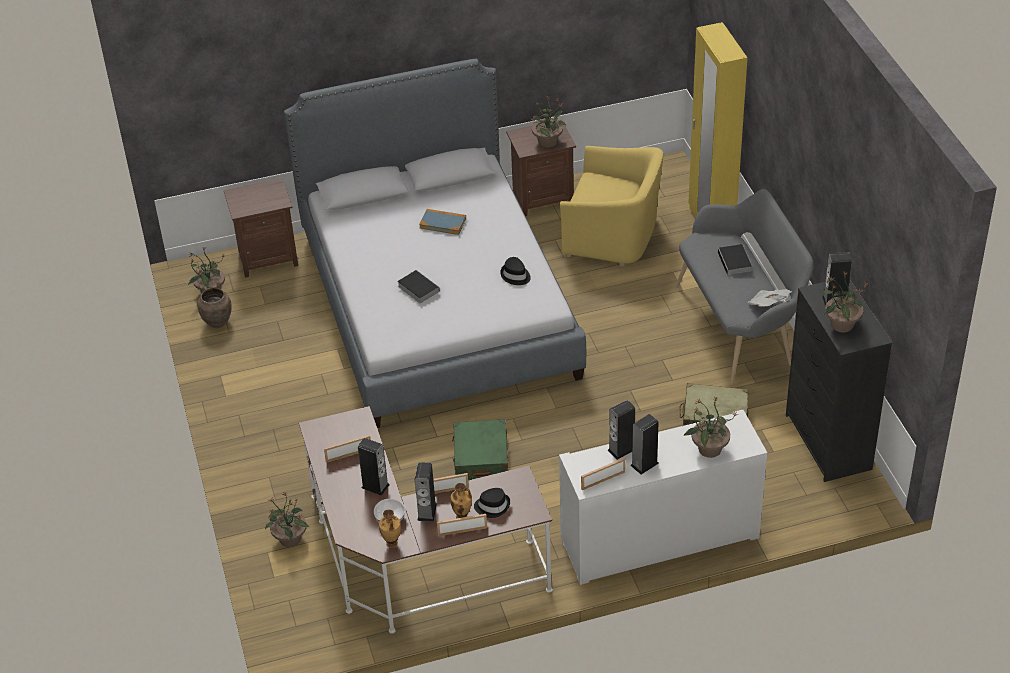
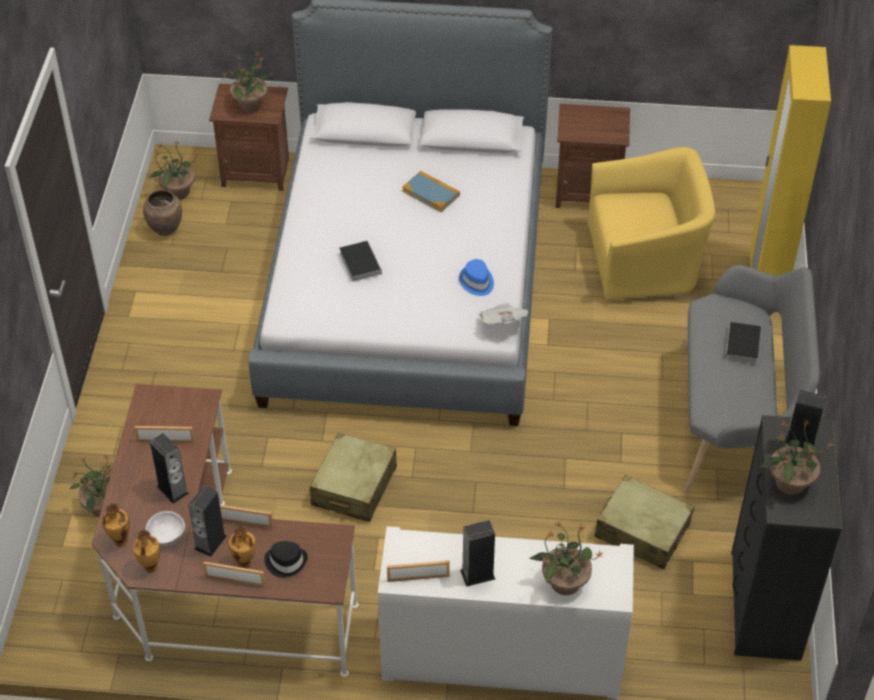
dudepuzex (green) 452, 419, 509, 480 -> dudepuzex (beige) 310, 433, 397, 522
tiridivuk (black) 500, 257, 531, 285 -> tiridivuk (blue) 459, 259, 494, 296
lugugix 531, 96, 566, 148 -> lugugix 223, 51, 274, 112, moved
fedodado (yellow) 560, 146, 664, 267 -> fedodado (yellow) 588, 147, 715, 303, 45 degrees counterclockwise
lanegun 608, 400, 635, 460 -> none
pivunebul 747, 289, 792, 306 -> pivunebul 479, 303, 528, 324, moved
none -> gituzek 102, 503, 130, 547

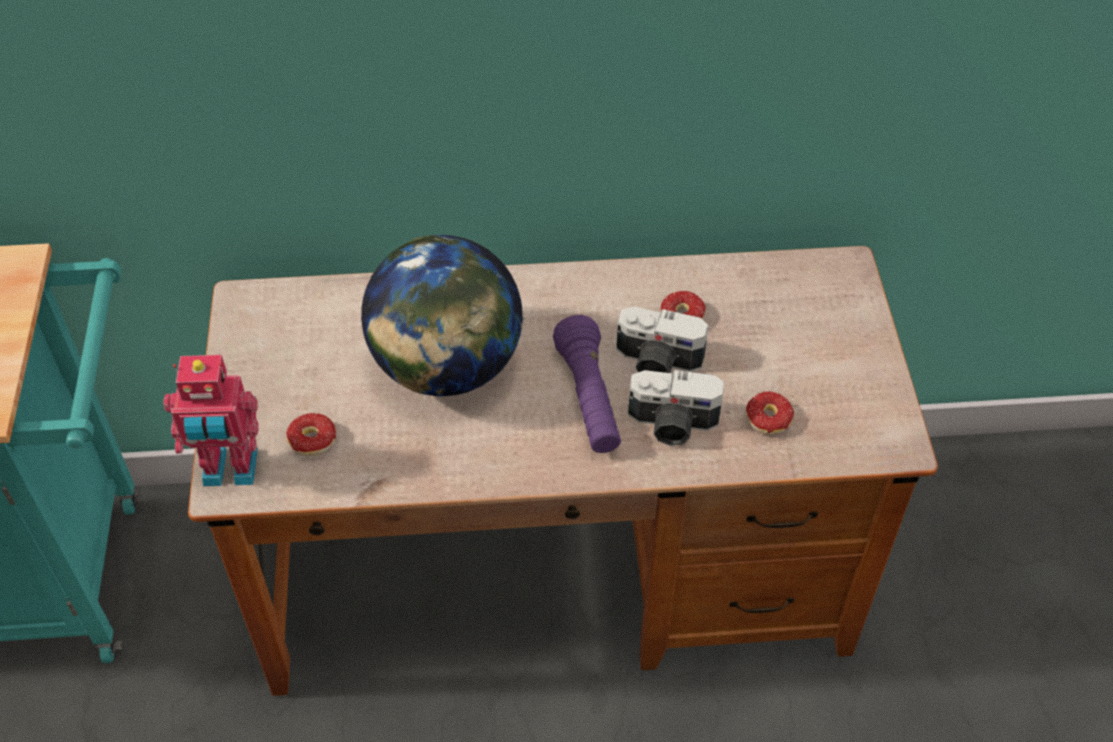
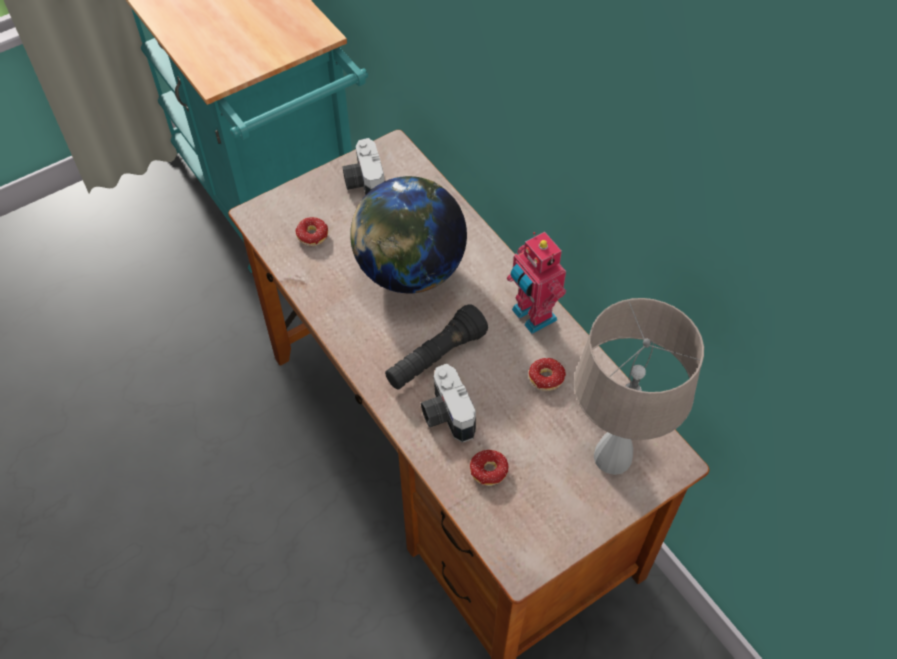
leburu 164, 355, 259, 486 -> leburu 507, 232, 566, 334, moved
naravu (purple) 553, 315, 621, 453 -> naravu (black) 385, 304, 488, 390
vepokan 617, 307, 708, 373 -> vepokan 342, 138, 385, 195, moved
none -> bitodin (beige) 574, 298, 704, 475

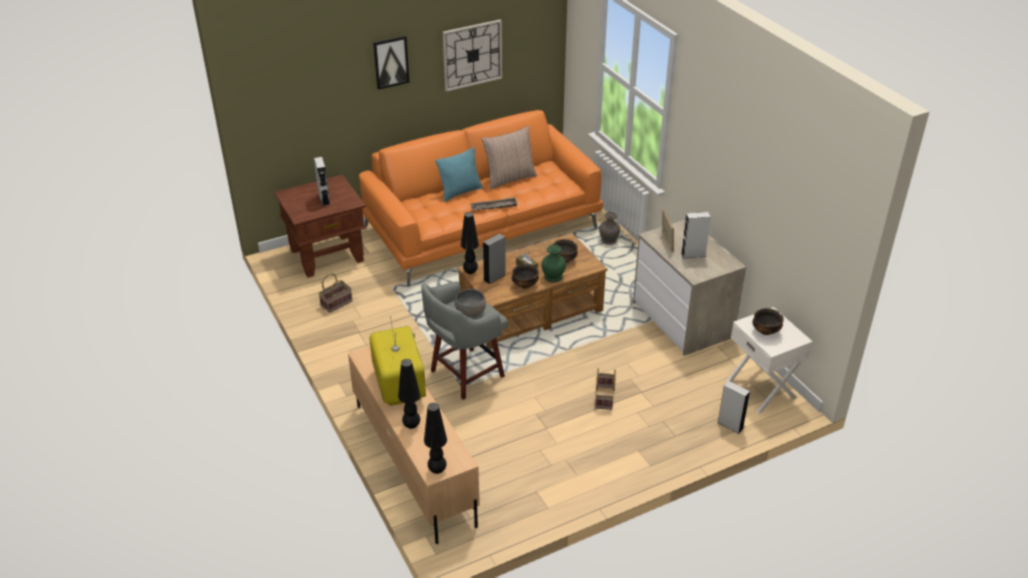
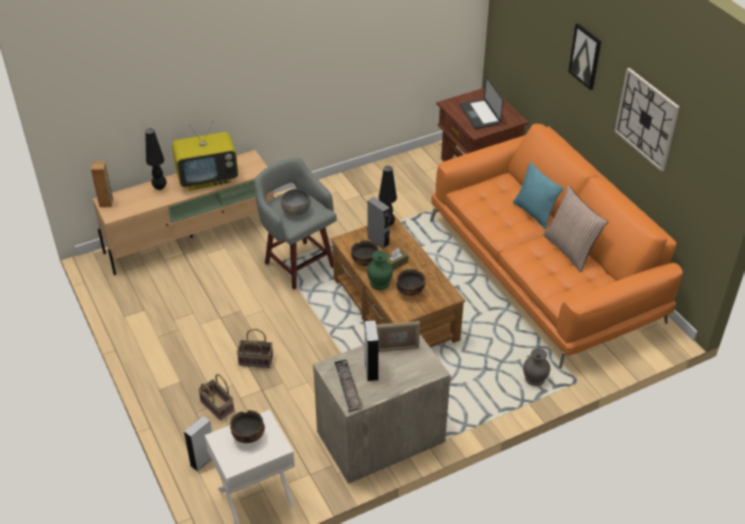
lanegun (grey) 314, 157, 330, 206 -> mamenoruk 459, 77, 503, 129
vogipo 318, 273, 353, 313 -> vogipo 198, 374, 234, 420, moved
bitodin (black) 424, 403, 447, 474 -> lanegun (brown) 91, 161, 113, 207
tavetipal 470, 197, 518, 211 -> tavetipal 332, 359, 363, 412, moved

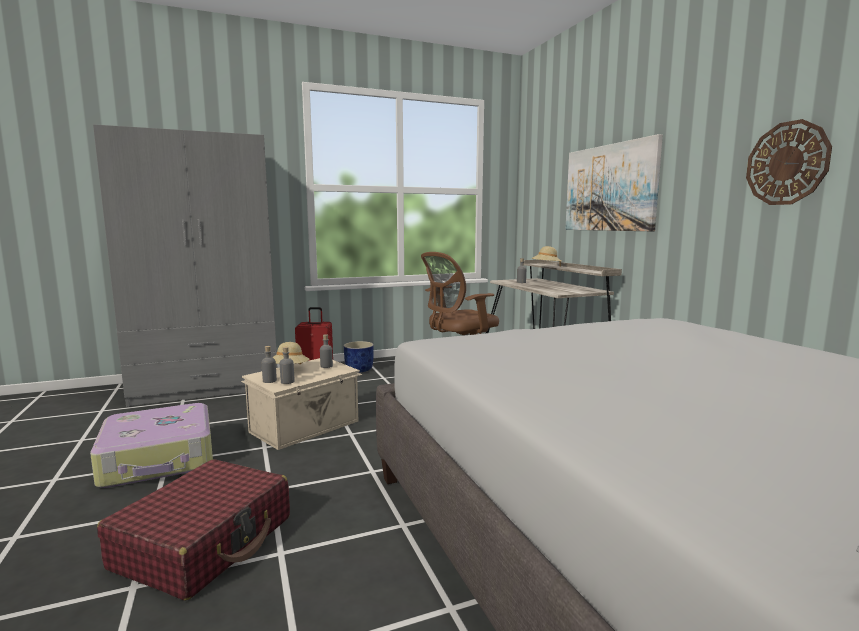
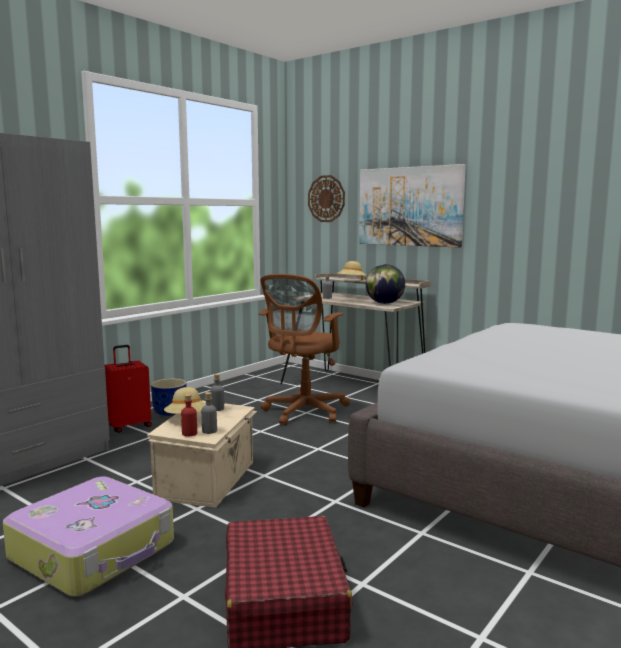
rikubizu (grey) 262, 346, 277, 383 -> rikubizu (red) 181, 394, 197, 437
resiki 746, 119, 832, 205 -> resiki 308, 175, 345, 222, moved
none -> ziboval 366, 264, 405, 304

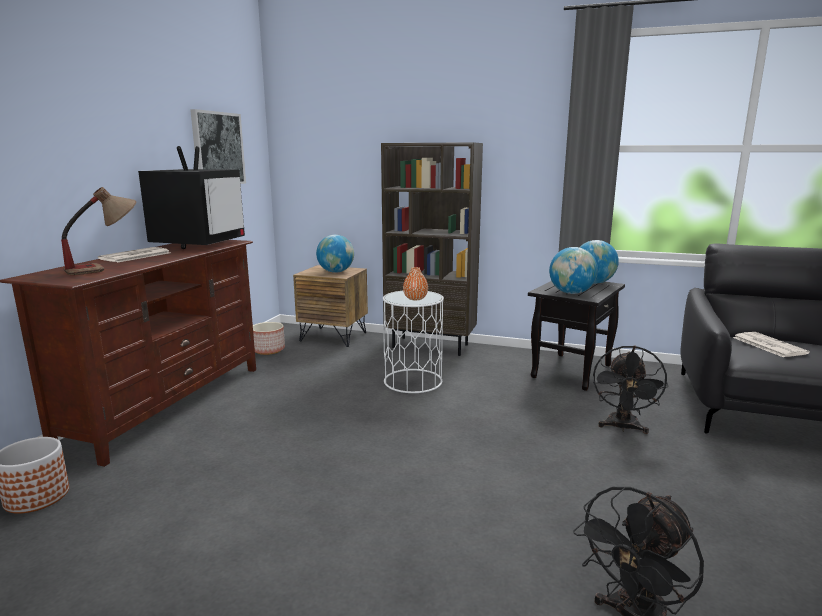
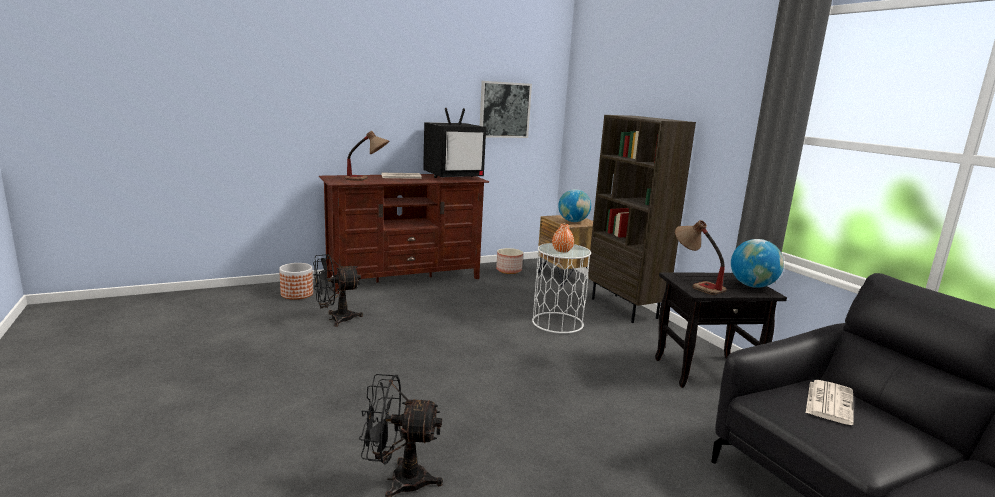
ziboval 549, 247, 598, 294 -> bitodin 675, 220, 727, 295
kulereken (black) 593, 345, 668, 434 -> kulereken (black) 313, 254, 363, 327, moved

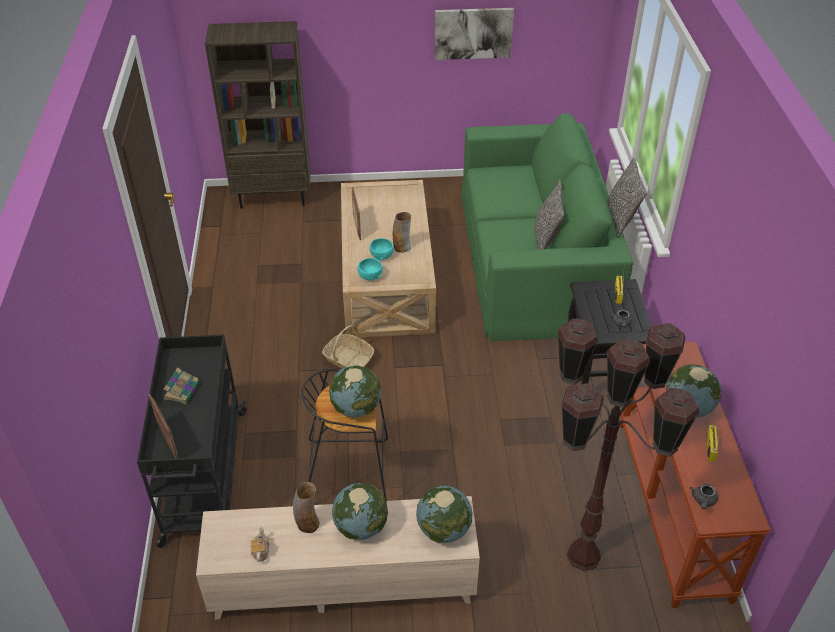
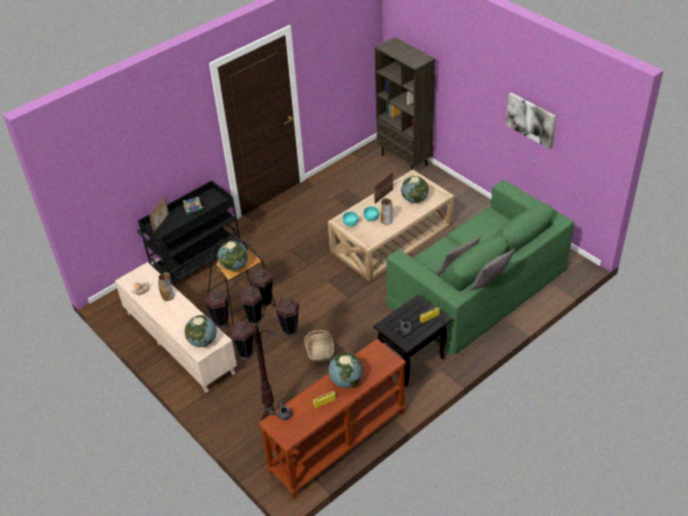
vogipo 322, 325, 374, 368 -> vogipo 304, 330, 334, 362, moved
ziboval 332, 483, 388, 540 -> ziboval 401, 176, 429, 203, moved

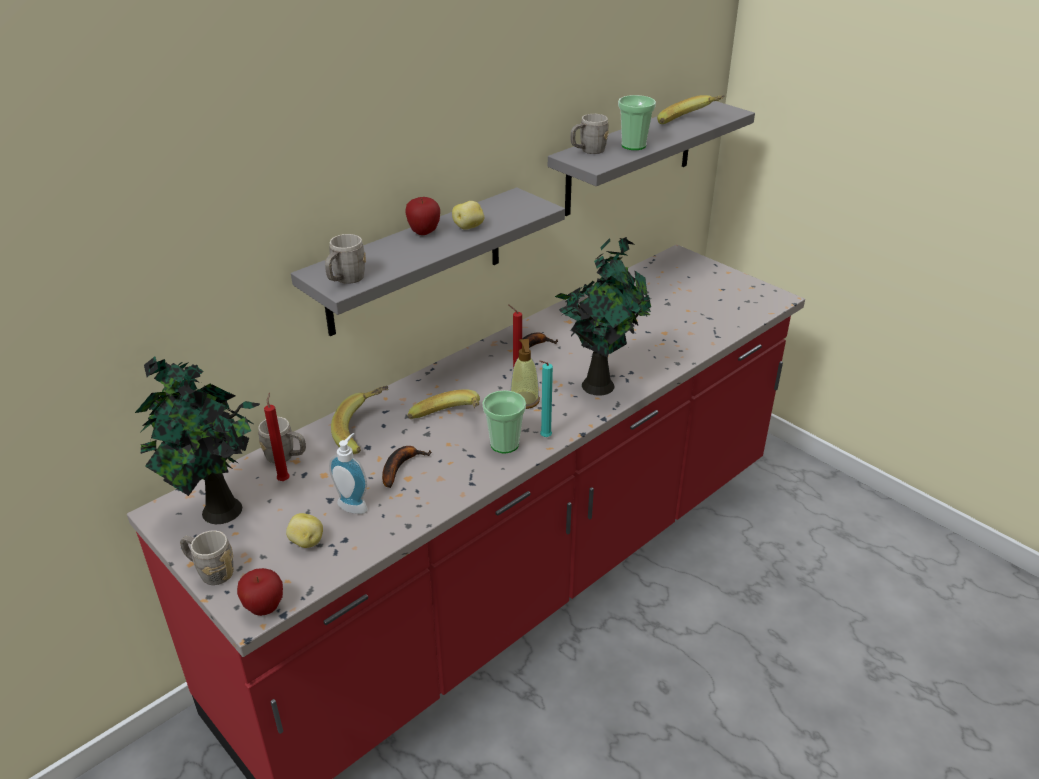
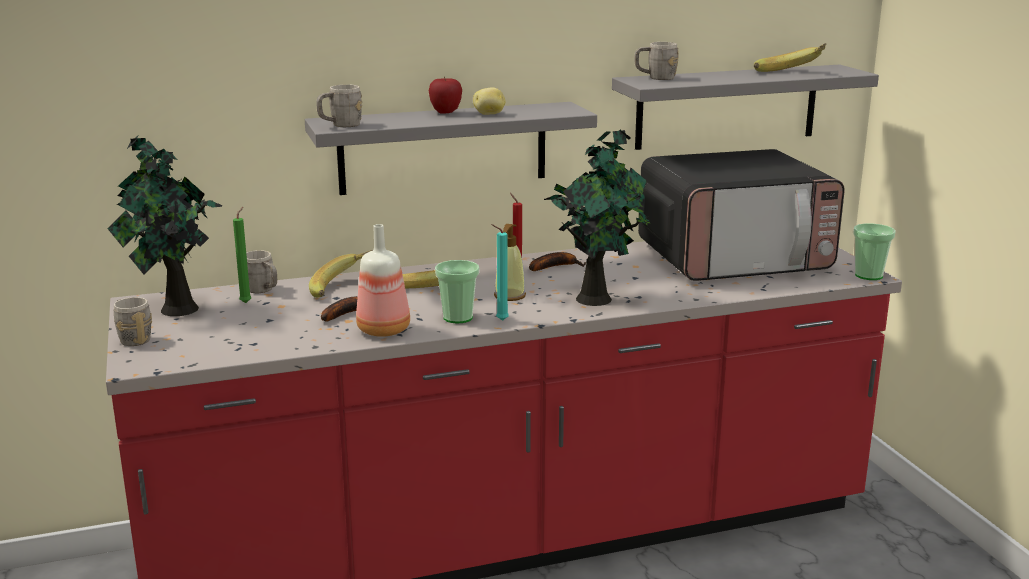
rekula 237, 568, 283, 616 -> none
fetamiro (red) 264, 392, 290, 481 -> fetamiro (green) 233, 207, 251, 303
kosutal 286, 513, 323, 548 -> none
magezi 329, 433, 368, 514 -> none
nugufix 618, 95, 656, 150 -> nugufix 853, 223, 896, 280, moved
none -> rikubizu 356, 224, 410, 337
none -> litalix 638, 149, 845, 281

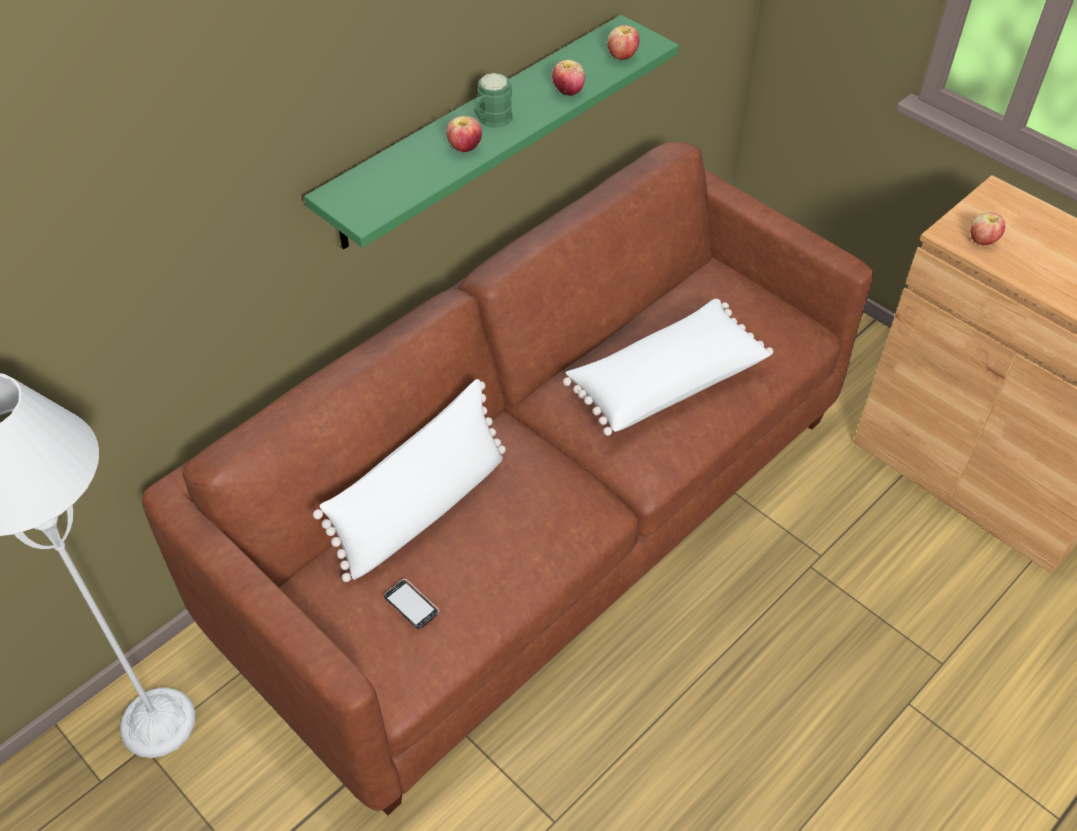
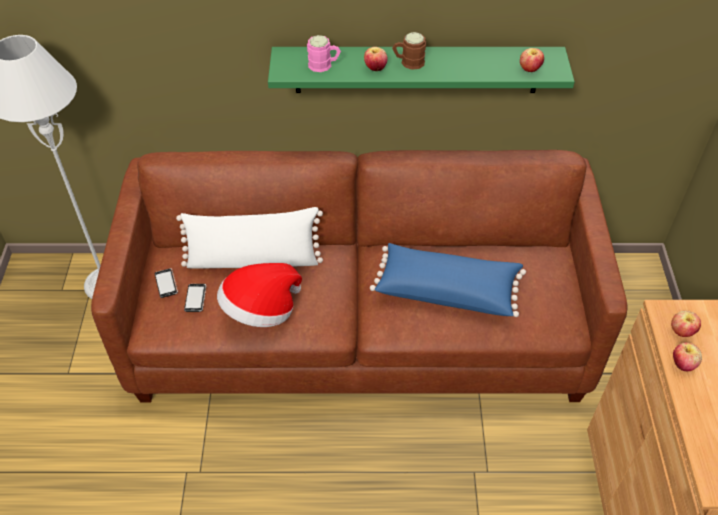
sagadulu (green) 474, 73, 513, 128 -> sagadulu (brown) 392, 32, 426, 70
rekula 552, 60, 585, 96 -> rekula 673, 342, 702, 371, moved
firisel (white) 563, 299, 773, 436 -> firisel (blue) 370, 243, 526, 317
none -> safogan 155, 268, 178, 298
none -> tiridivuk 217, 263, 302, 327
none -> sagadulu (pink) 307, 35, 341, 72

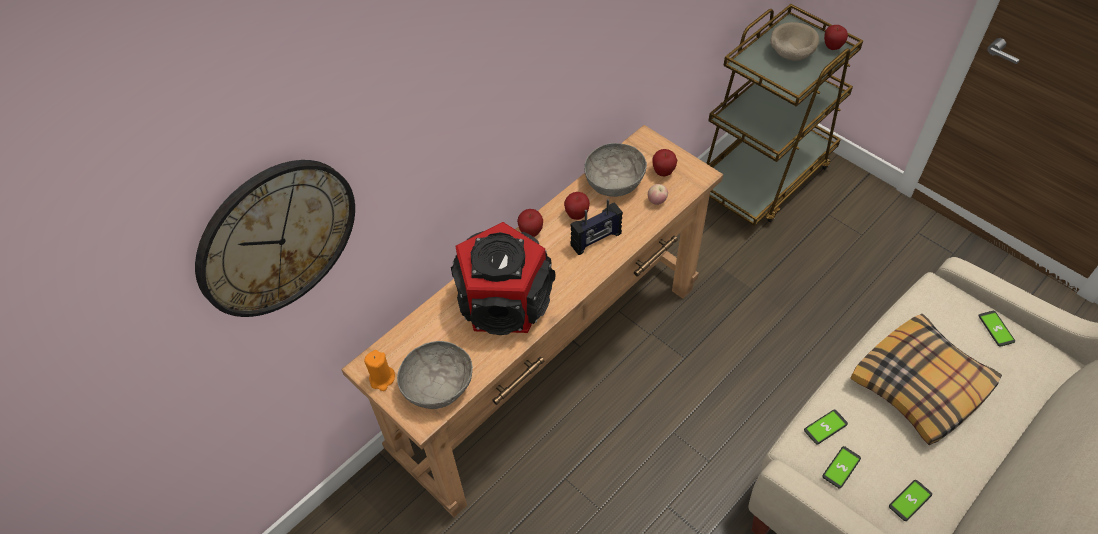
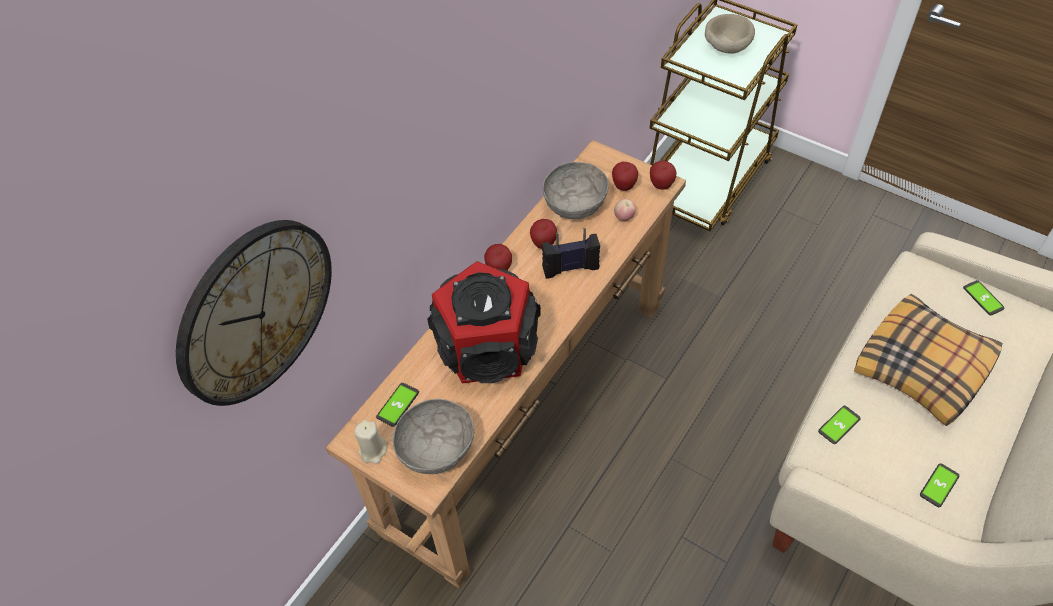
fetamiro (orange) 364, 350, 395, 391 -> fetamiro (beige) 355, 420, 387, 464
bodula 570, 199, 623, 255 -> bodula 542, 228, 600, 279, 150 degrees counterclockwise
safogan 822, 446, 861, 489 -> safogan 376, 383, 419, 427, moved
rekula 824, 25, 848, 50 -> rekula 650, 161, 677, 190, moved

